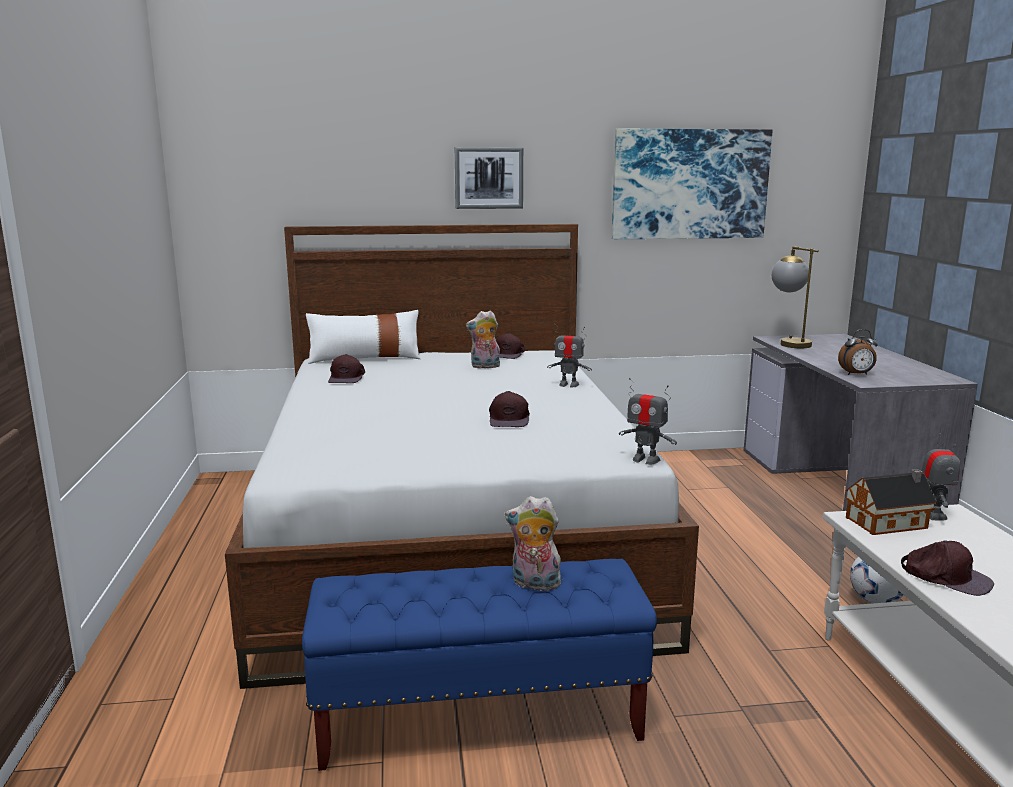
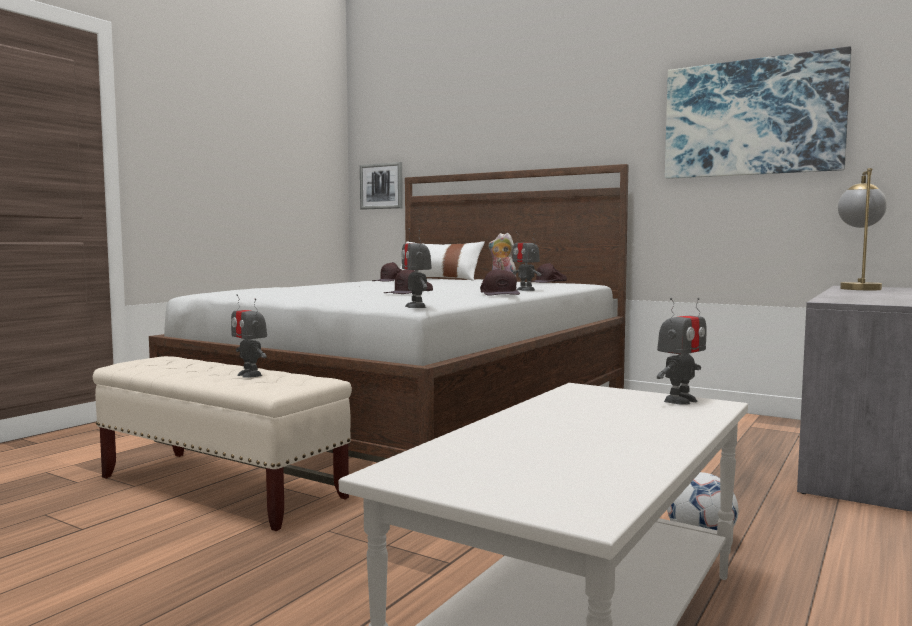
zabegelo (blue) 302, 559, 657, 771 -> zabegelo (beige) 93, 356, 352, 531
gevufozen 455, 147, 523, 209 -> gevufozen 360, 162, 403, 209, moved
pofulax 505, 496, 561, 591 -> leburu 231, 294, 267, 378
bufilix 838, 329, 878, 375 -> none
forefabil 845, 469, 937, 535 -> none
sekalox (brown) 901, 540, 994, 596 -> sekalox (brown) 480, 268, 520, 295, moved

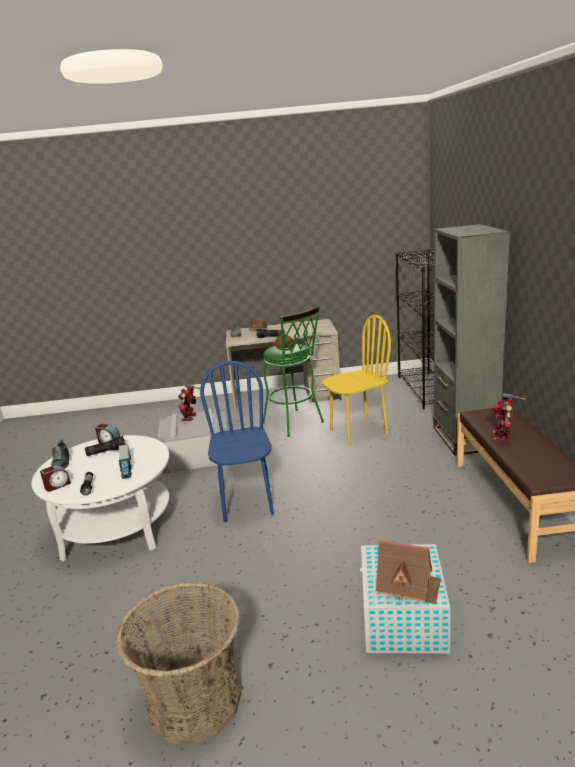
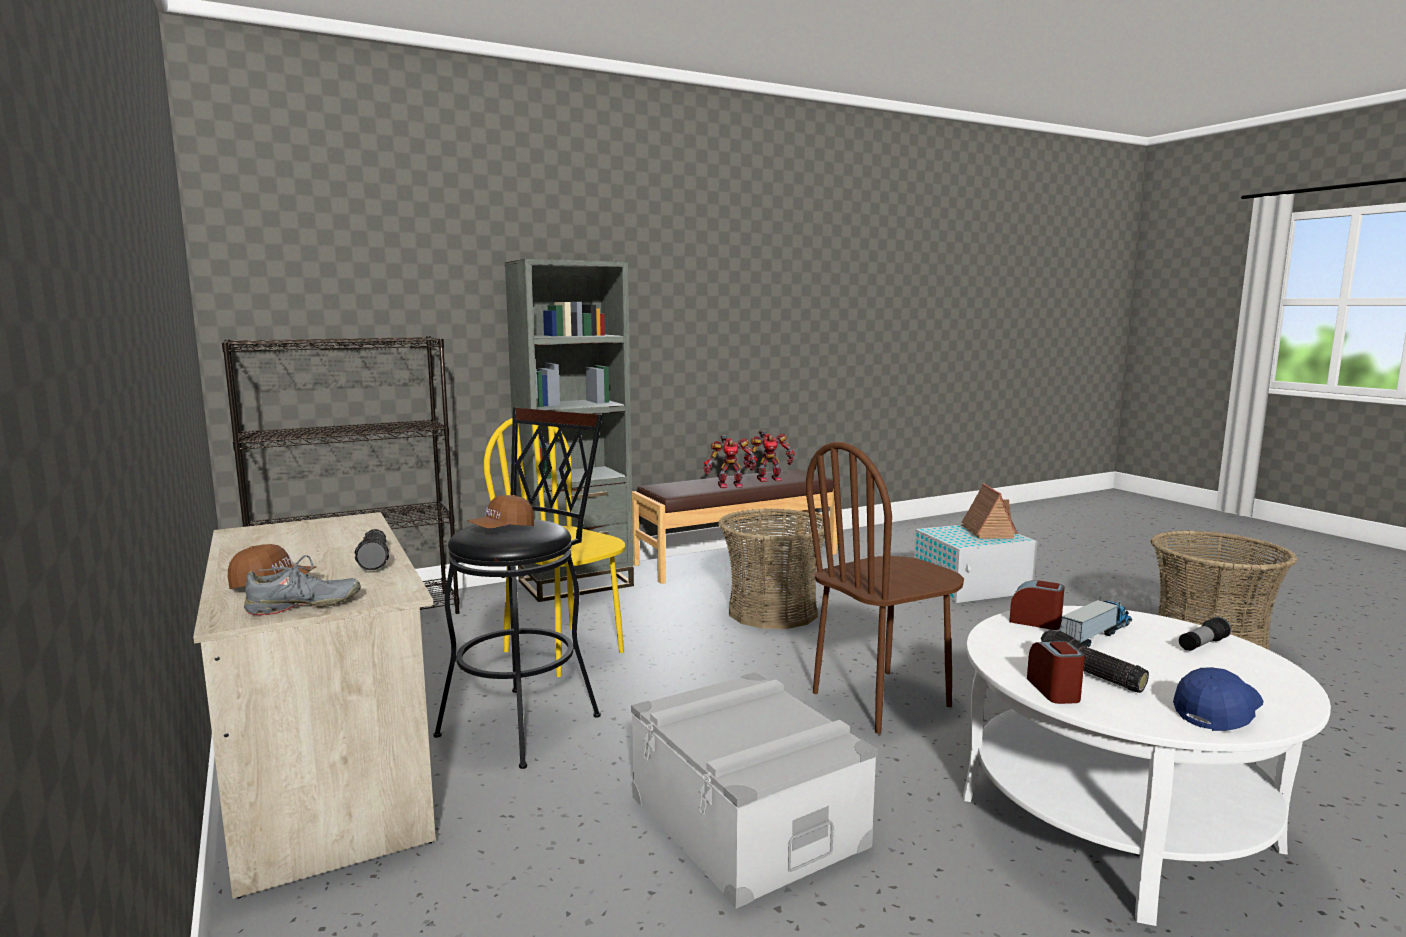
bufilix 40, 465, 71, 492 -> bufilix 1009, 580, 1065, 630, moved
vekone 51, 440, 69, 469 -> sekalox (blue) 1173, 667, 1264, 731
leburu 178, 384, 200, 421 -> leburu 744, 431, 795, 482, moved
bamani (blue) 200, 361, 274, 522 -> bamani (brown) 806, 442, 964, 734
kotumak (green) 263, 306, 324, 437 -> kotumak (black) 433, 407, 603, 769
none -> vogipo 718, 508, 831, 629

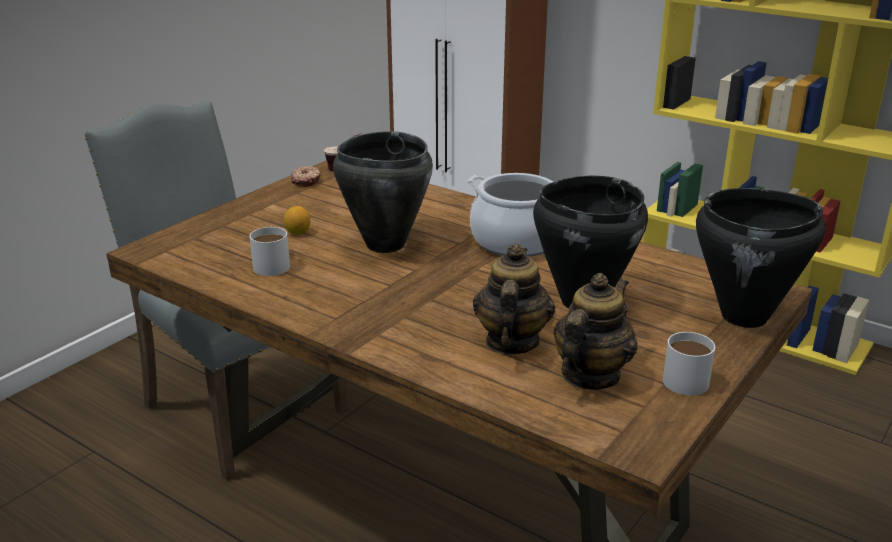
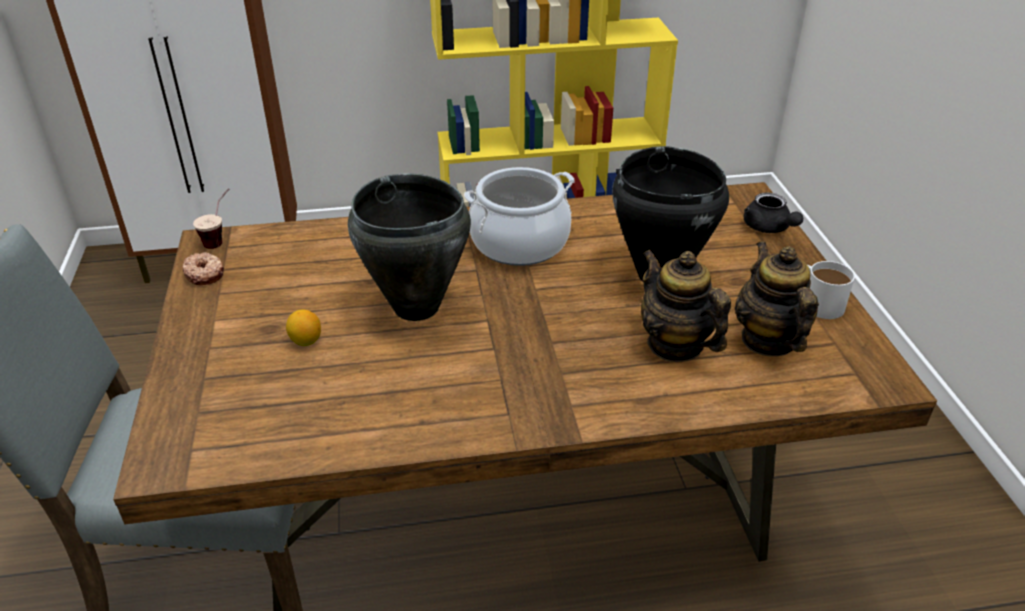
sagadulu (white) 250, 227, 290, 276 -> none
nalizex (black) 696, 188, 826, 328 -> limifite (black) 744, 192, 803, 233

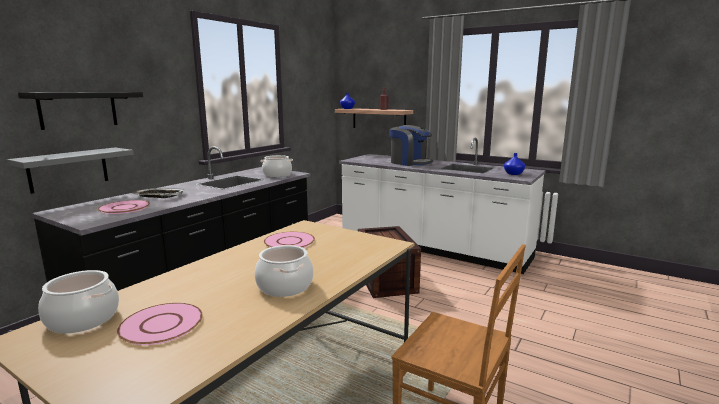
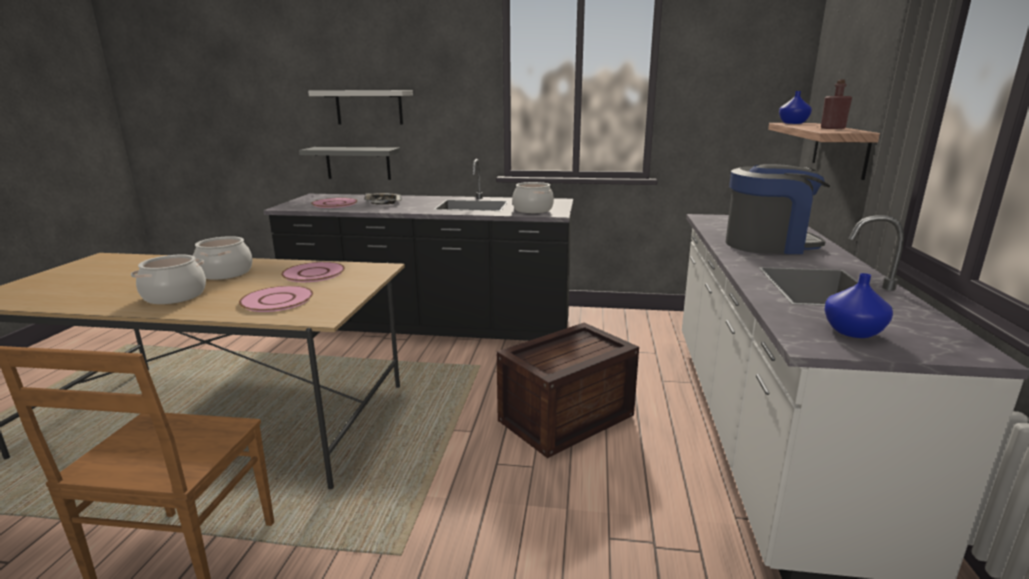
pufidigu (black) 18, 92, 143, 130 -> pufidigu (white) 308, 90, 413, 125
nalizex 38, 270, 119, 334 -> nalizex 193, 236, 252, 280, moved
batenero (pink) 117, 303, 203, 345 -> batenero (pink) 239, 286, 313, 312, moved
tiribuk 390, 125, 433, 166 -> tiribuk 725, 164, 830, 254, 105 degrees counterclockwise

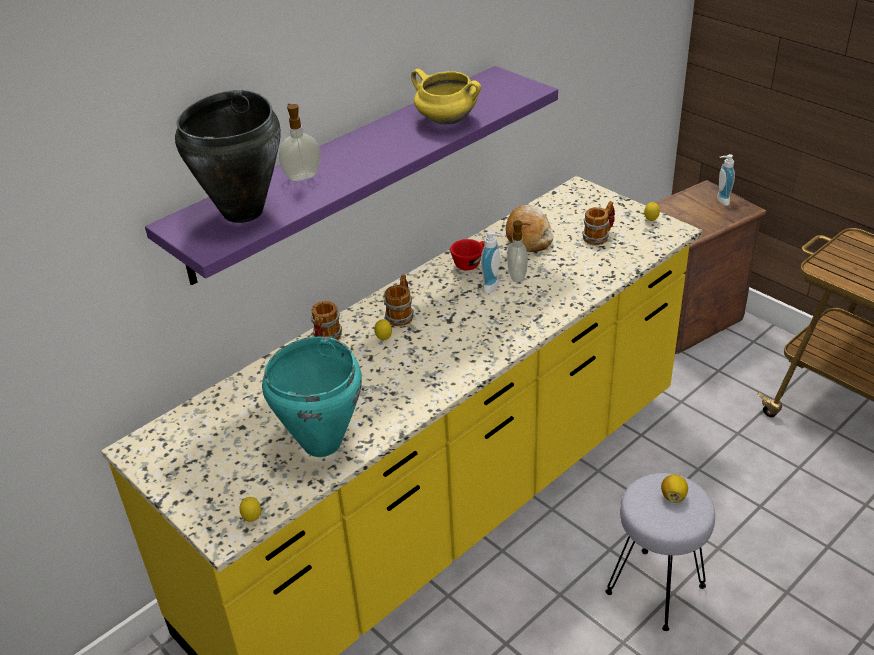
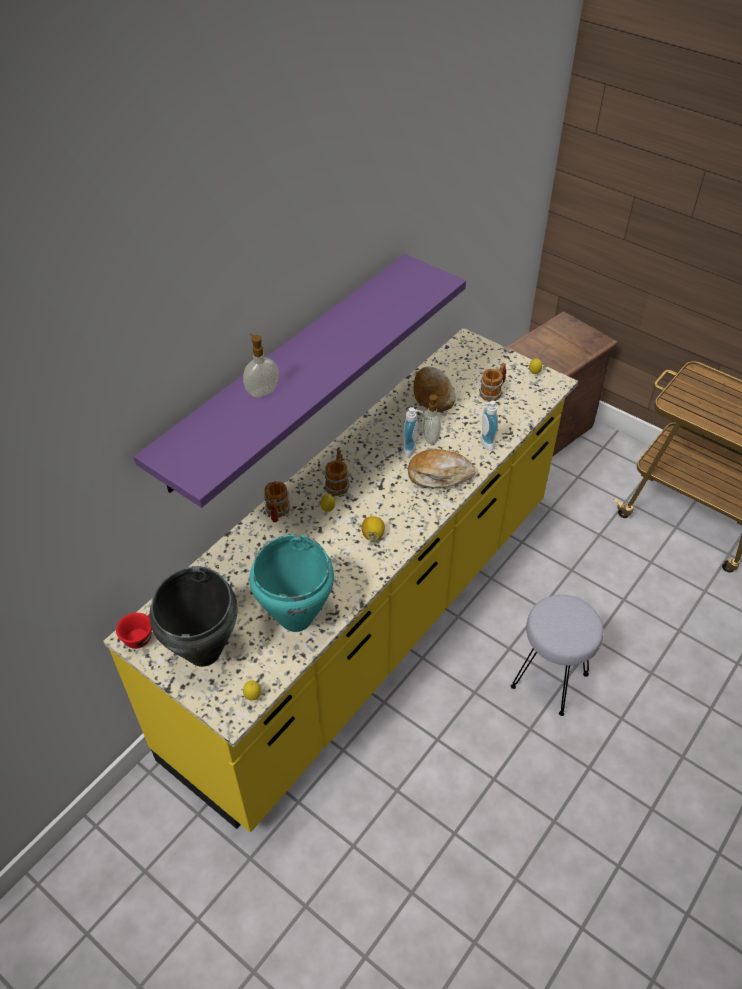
nalizex (black) 175, 90, 281, 223 -> nalizex (black) 149, 566, 238, 667, moved
nalizex (yellow) 411, 69, 481, 125 -> none
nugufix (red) 450, 239, 484, 270 -> nugufix (red) 116, 613, 152, 649, moved
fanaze 661, 474, 688, 503 -> fanaze 361, 516, 385, 541, moved
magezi 717, 154, 735, 206 -> magezi 480, 400, 498, 451, moved
none -> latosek 408, 449, 476, 487

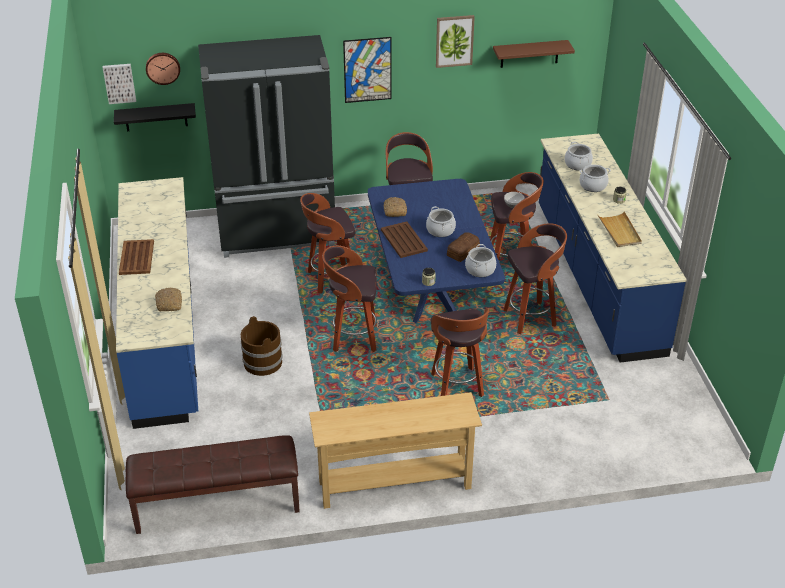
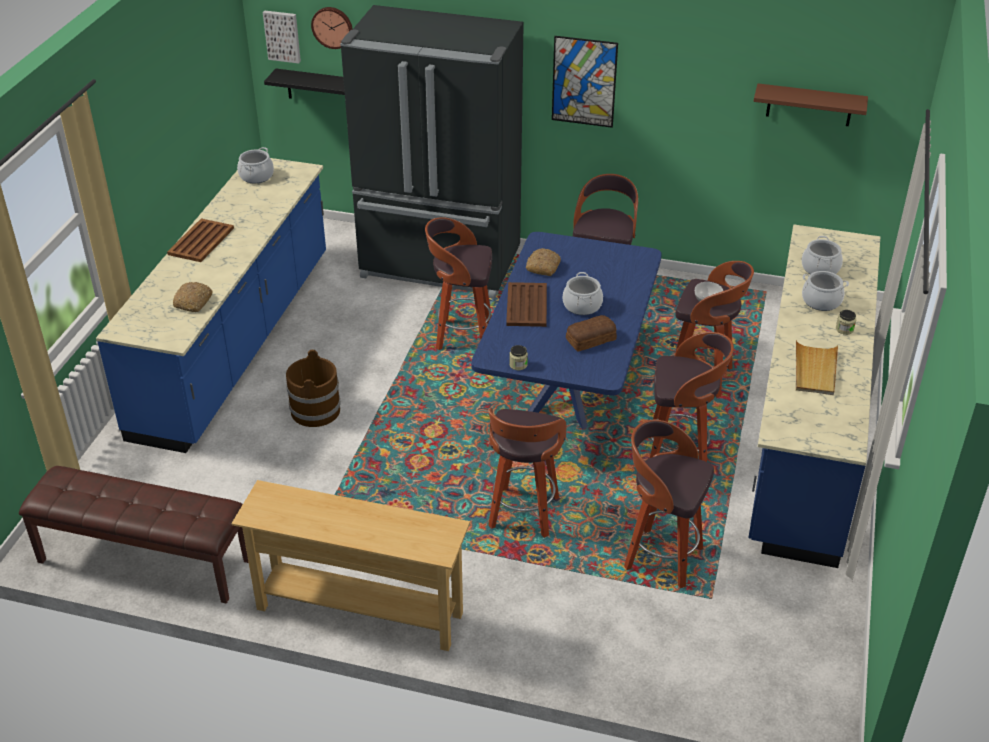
kotumak 322, 246, 377, 352 -> kotumak 624, 420, 714, 588, moved
gevufozen 436, 15, 475, 68 -> none
nalizex 465, 244, 496, 277 -> nalizex 237, 147, 274, 183, moved

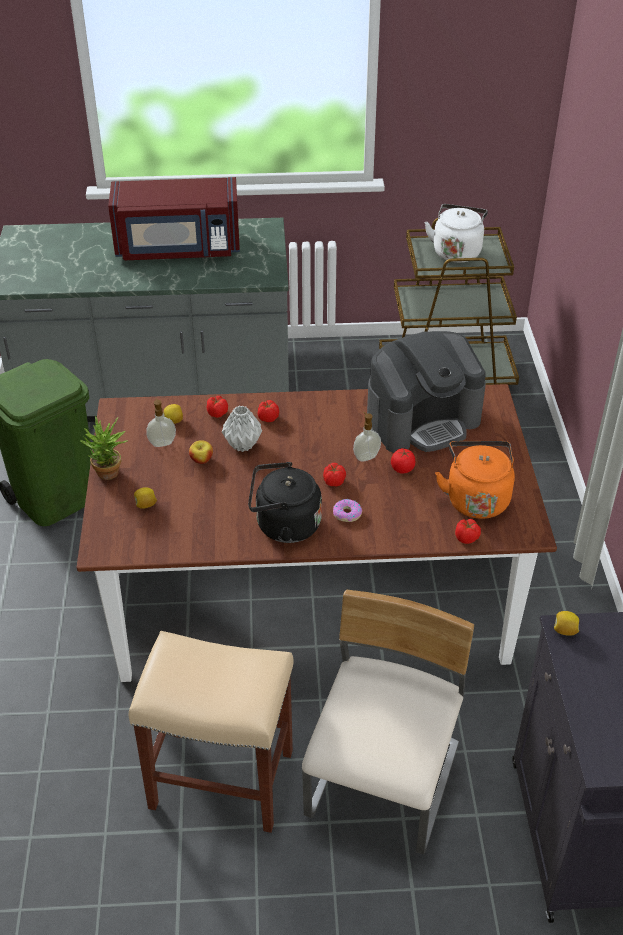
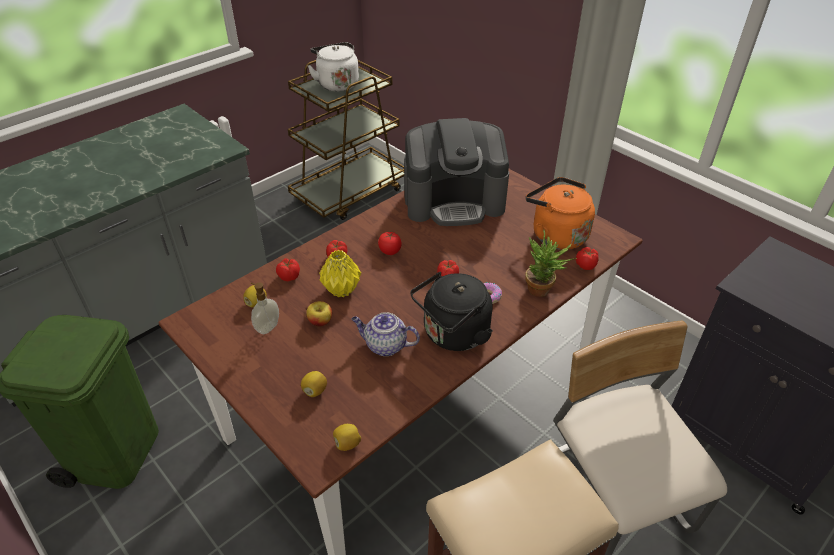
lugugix 79, 416, 127, 480 -> lugugix 525, 230, 577, 297, moved
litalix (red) 108, 177, 240, 260 -> none
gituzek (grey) 222, 406, 262, 452 -> gituzek (yellow) 319, 250, 361, 297
magezi 353, 412, 381, 461 -> none
tiribuk 367, 331, 486, 453 -> tiribuk 404, 118, 509, 226, 60 degrees clockwise
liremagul 391, 448, 415, 474 -> liremagul 378, 232, 402, 255, moved
fanaze 554, 611, 579, 636 -> fanaze 333, 424, 361, 451, moved
none -> limifite 351, 312, 420, 356

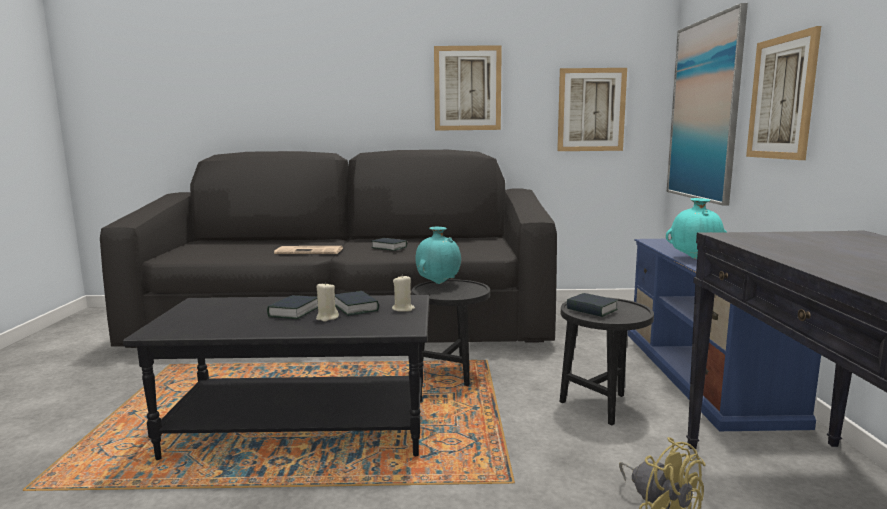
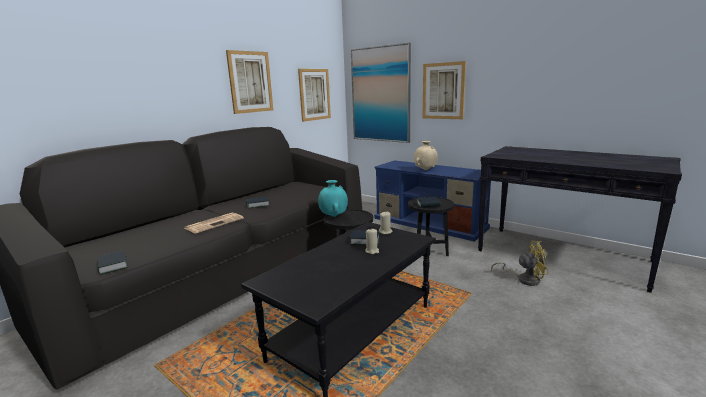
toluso 267, 295, 318, 319 -> toluso 98, 250, 128, 275, moved
gituzek (turquoise) 666, 198, 727, 259 -> gituzek (beige) 414, 141, 438, 170

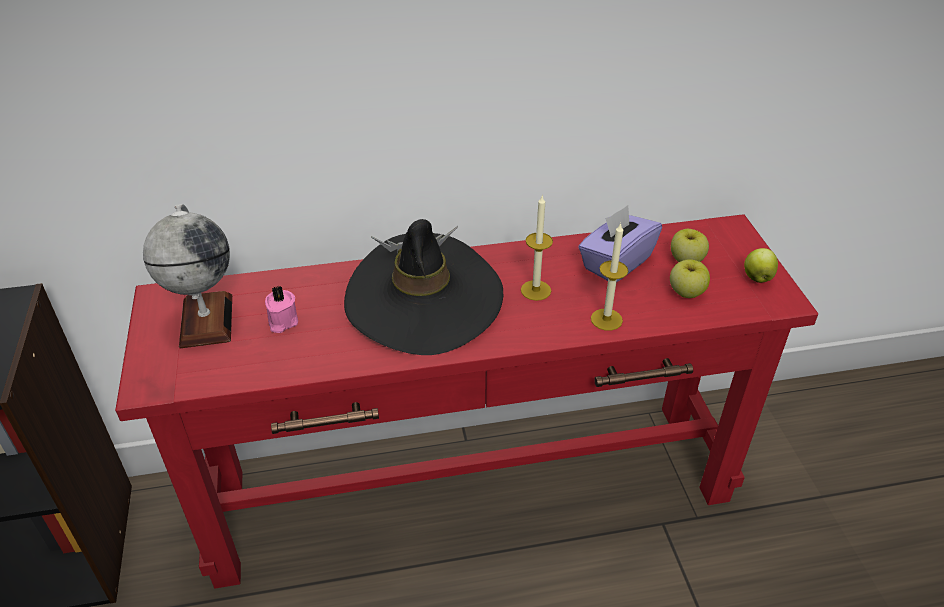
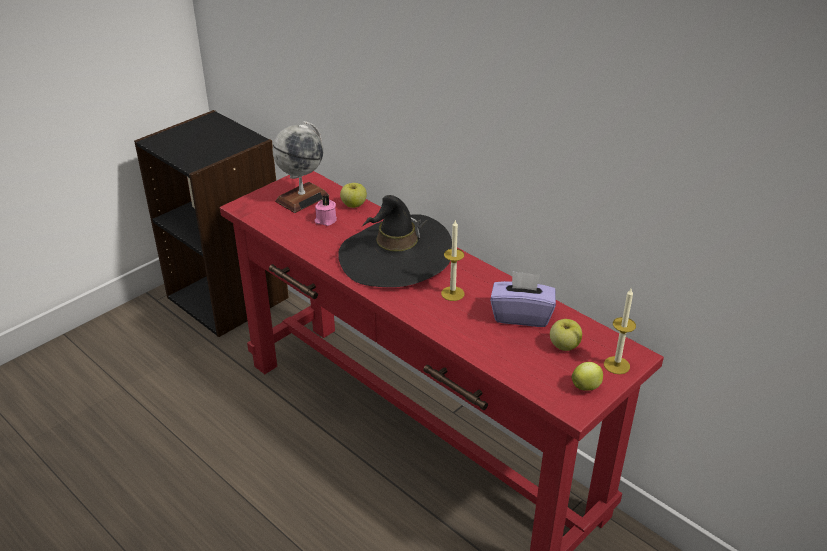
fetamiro 591, 223, 628, 331 -> fetamiro 604, 289, 636, 374, moved
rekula 670, 259, 710, 298 -> rekula 340, 183, 367, 208, moved

